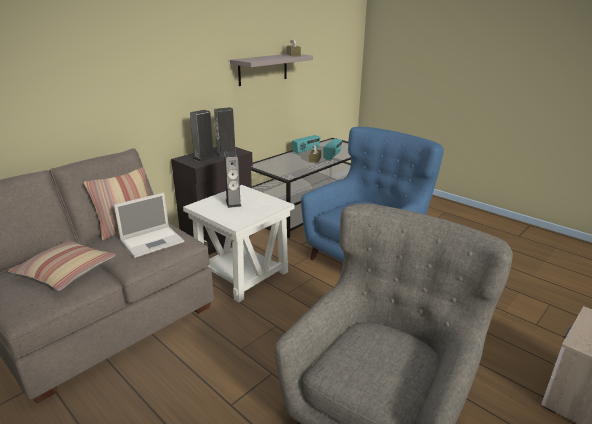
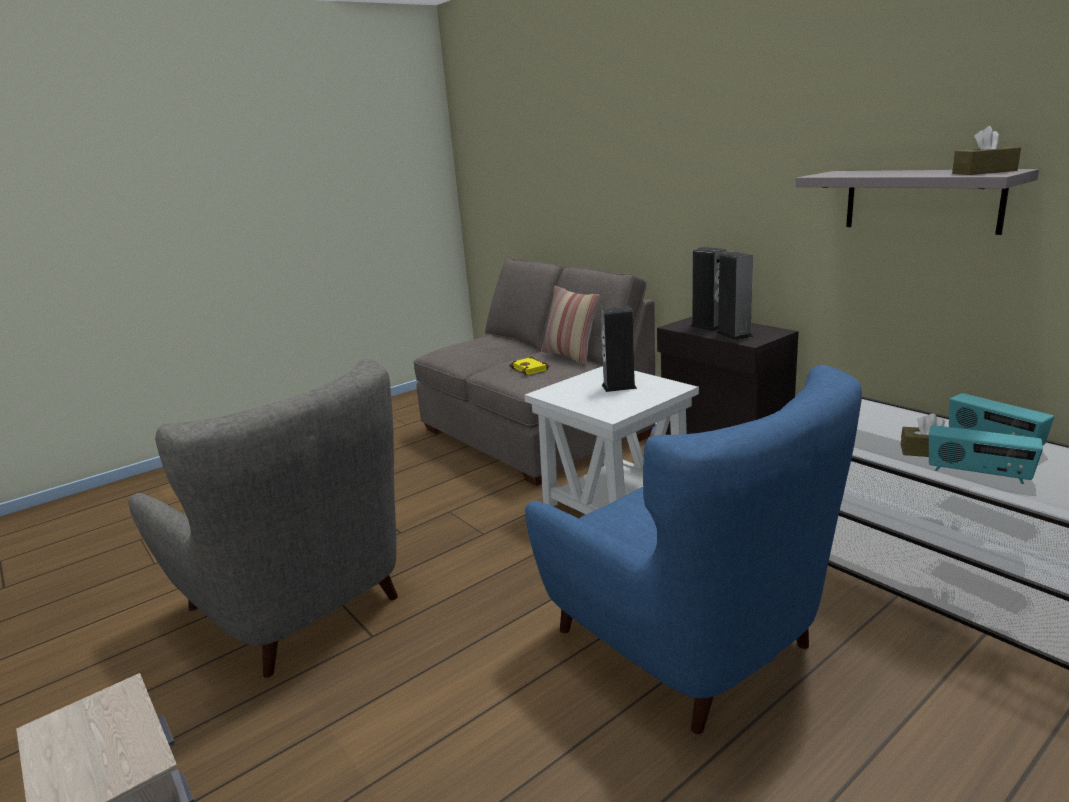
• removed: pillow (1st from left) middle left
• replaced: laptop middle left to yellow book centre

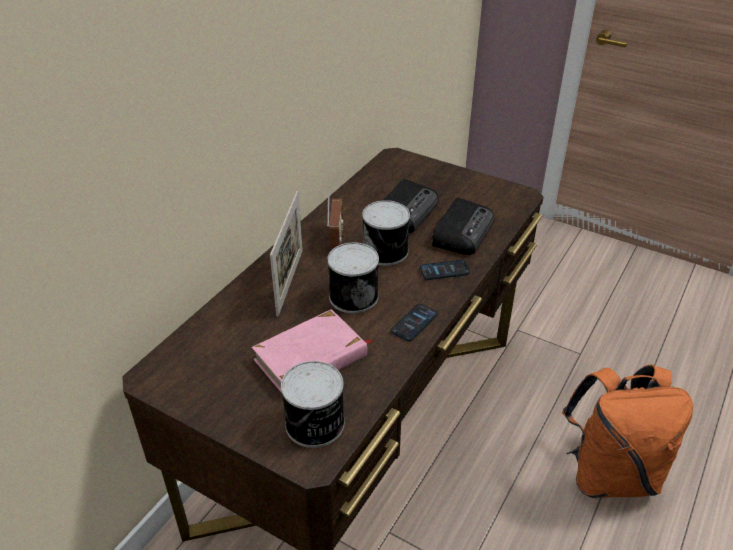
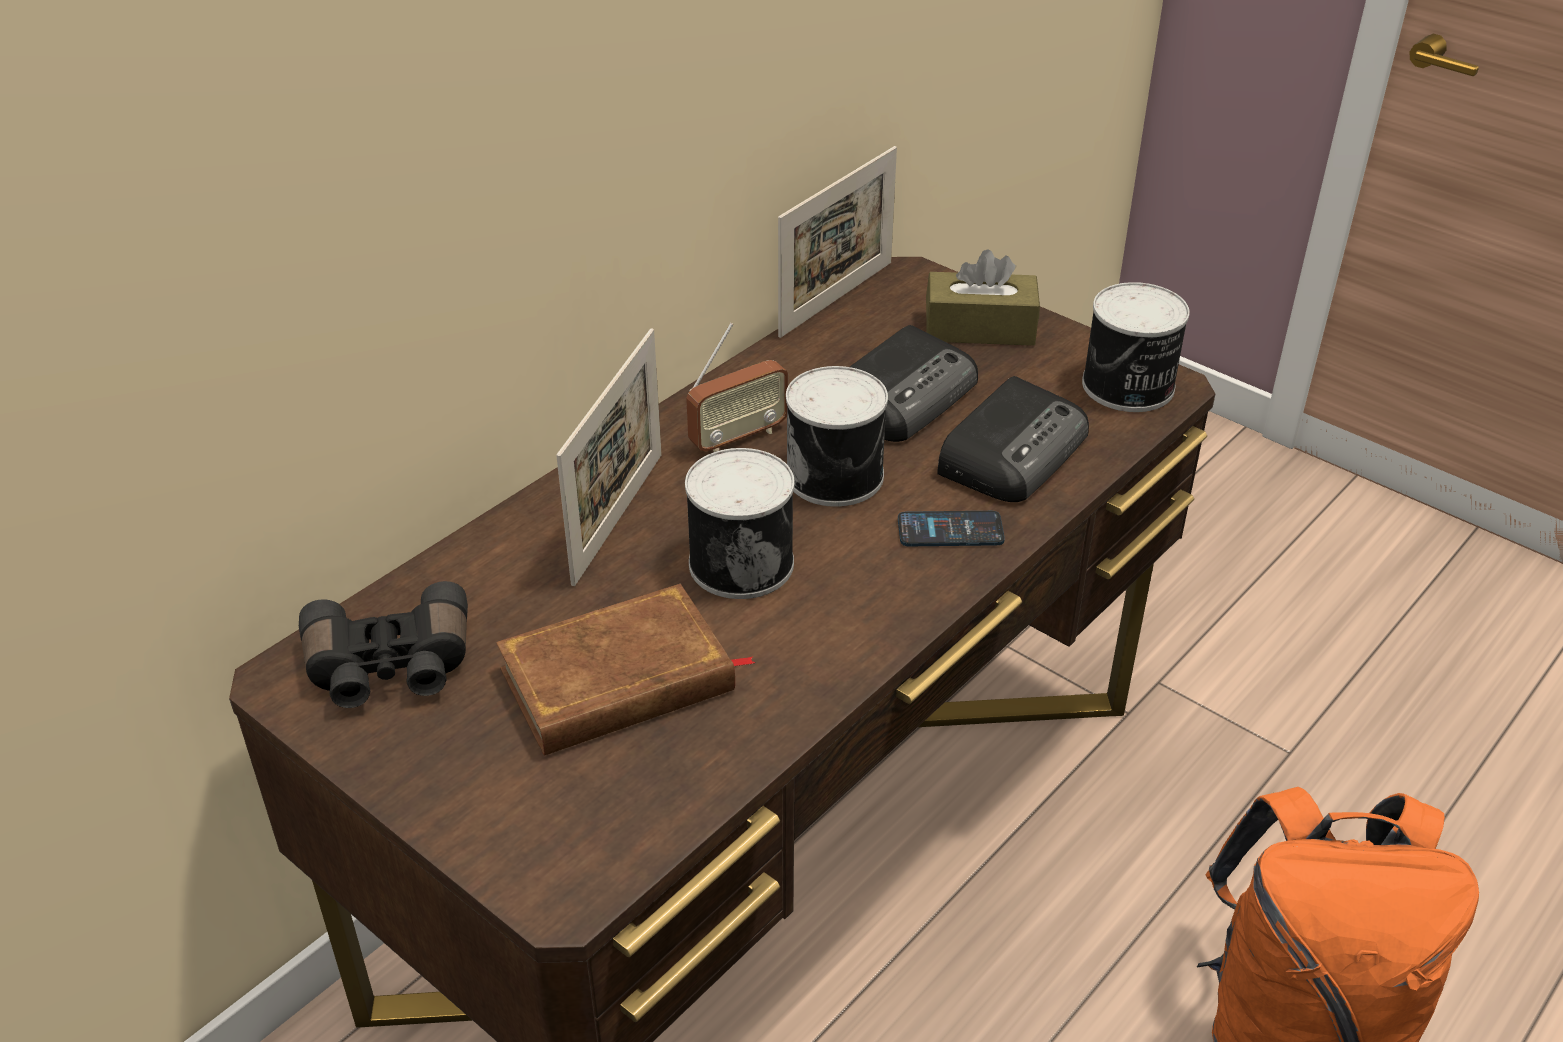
• removed: phone (1st from left) centre
• added: black binoculars middle left
• added: picture frame (2nd from left) top centre
• added: brown tissue box top centre
• moved: can (1st from left in the first image) bottom centre to can (3rd from left) top right
• recoloured: pink book centre to brown book centre
• turned: radio (1st from left) centre = centre 45 degrees clockwise

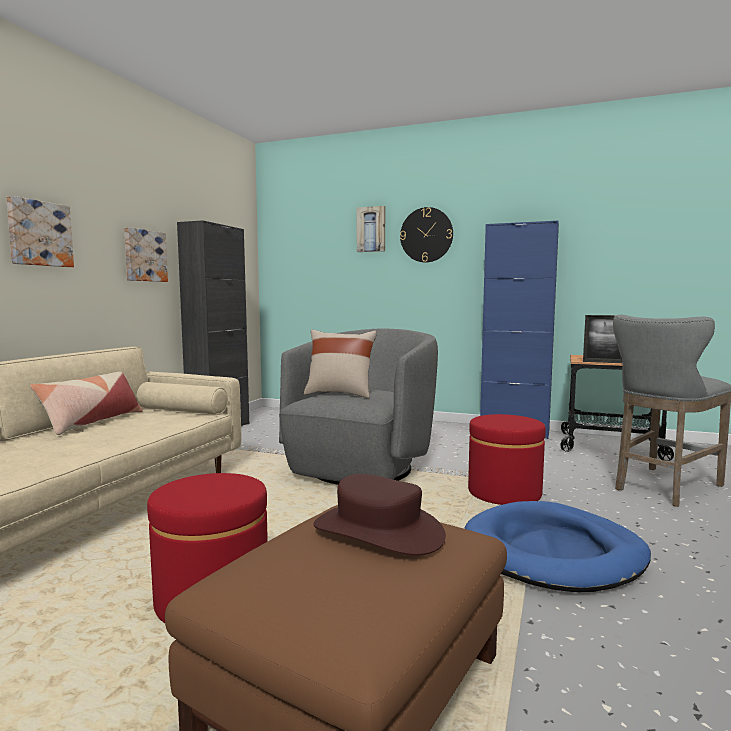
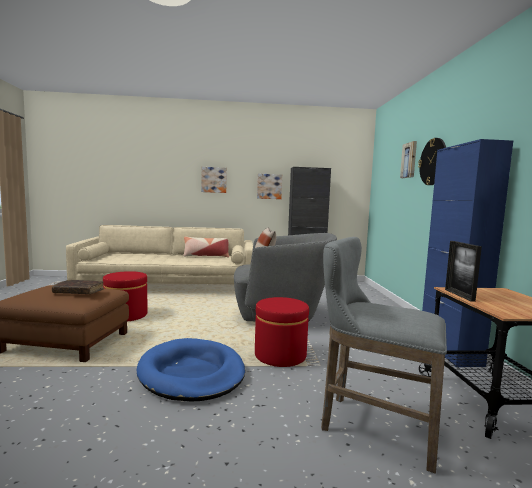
• replaced: brown hat bottom centre to brown book middle left

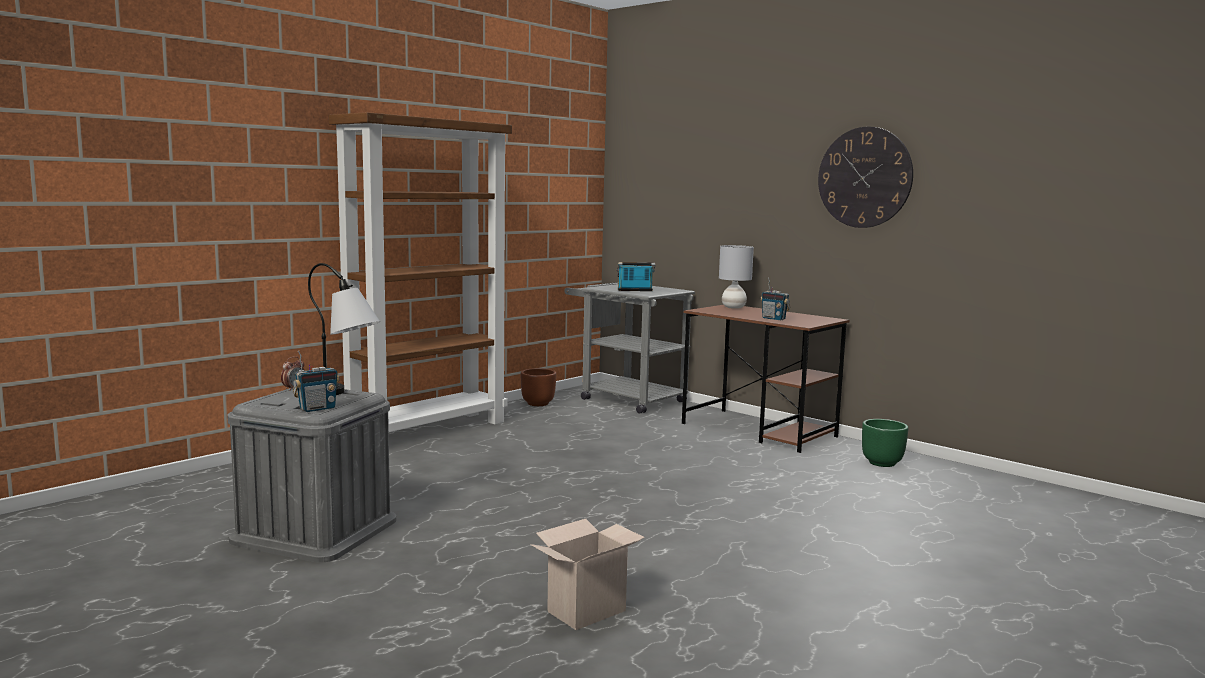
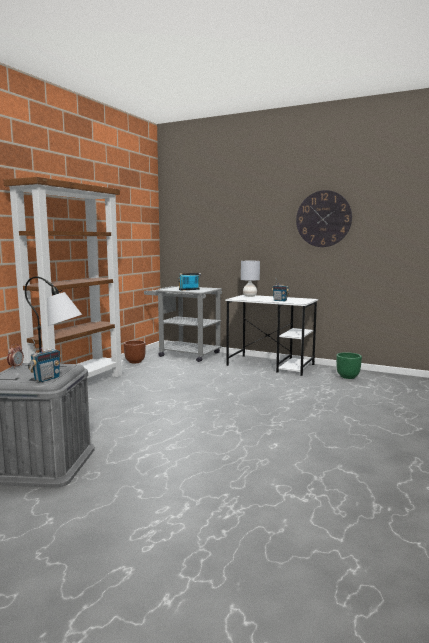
• removed: cardboard box bottom centre
• recoloured: brown desk centre to white desk centre

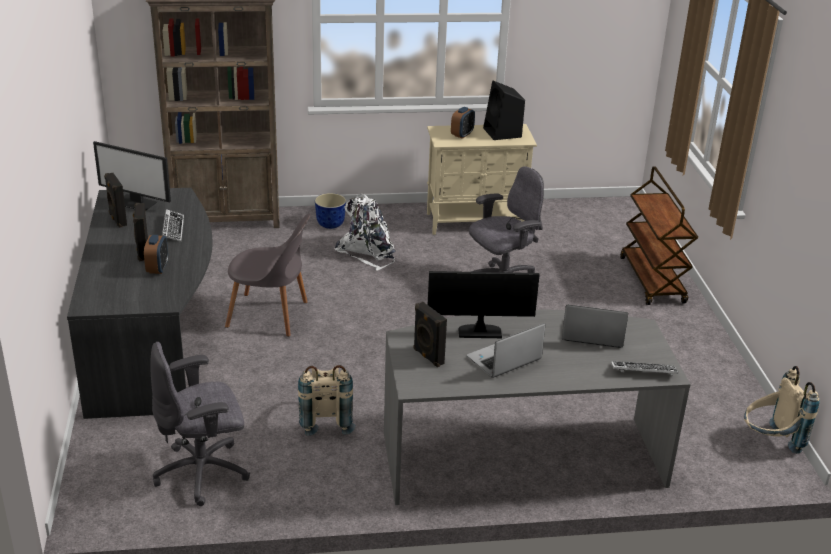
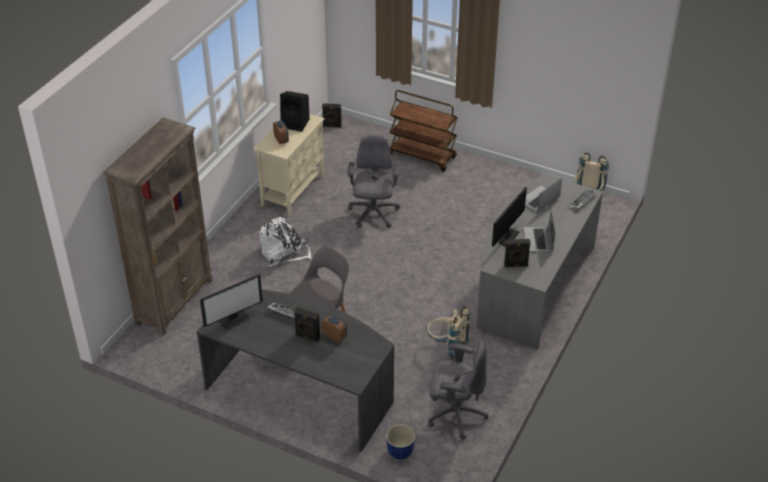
• moved: black speaker (1st from left in the first image) middle left to black speaker (3rd from left) top centre
• moved: planter centre to bottom centre
• turned: grey office chair (1st from left in the first image) bottom left = bottom centre 90 degrees counterclockwise

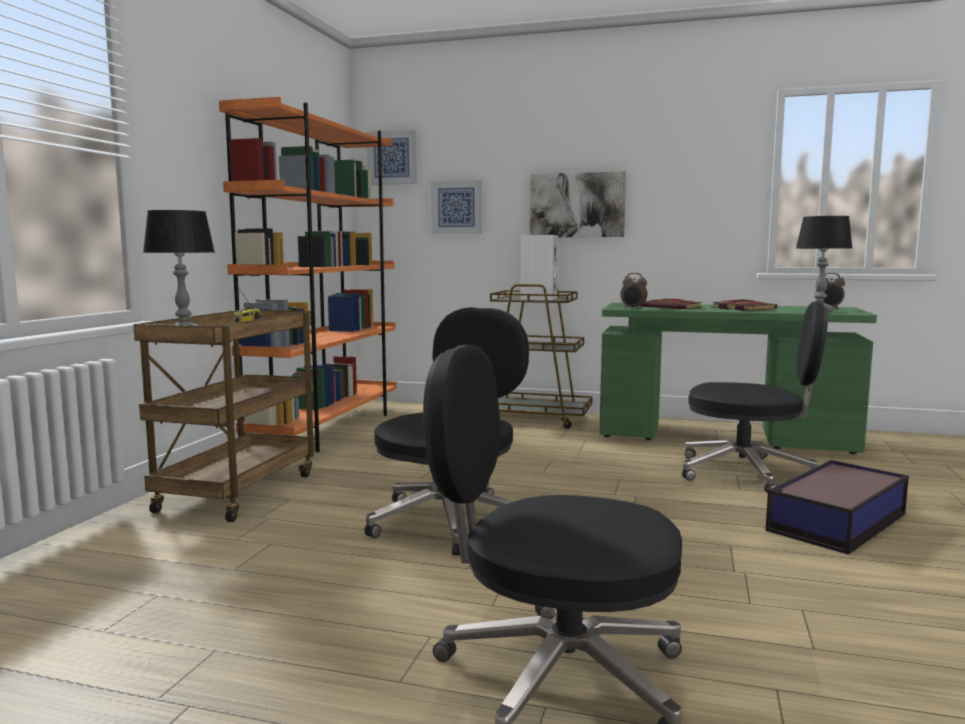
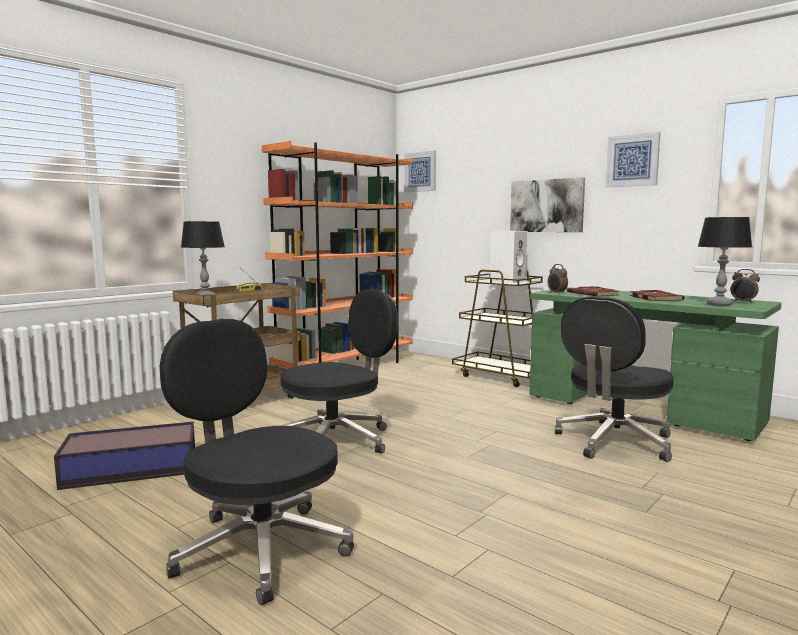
• moved: picture (2nd from left in the first image) top centre to picture (3rd from left) top right
• moved: storage box bottom right to bottom left
• turned: black office chair (3rd from left) middle right = middle right 90 degrees clockwise

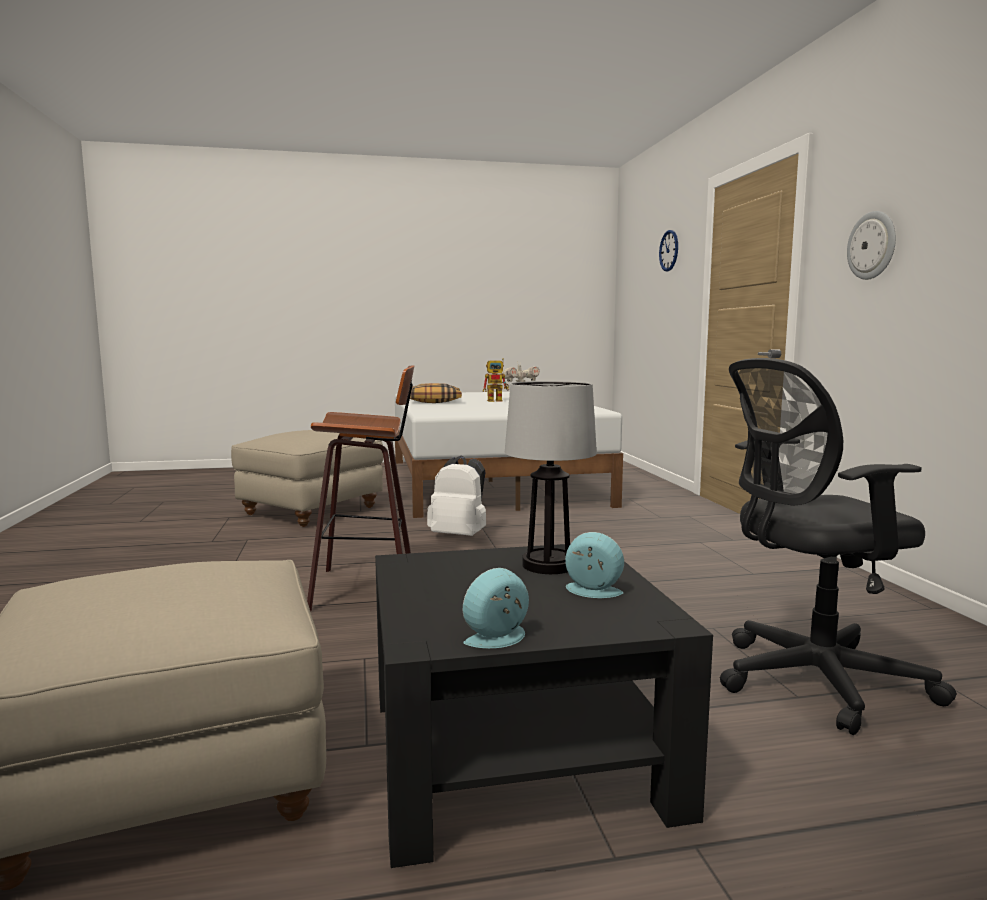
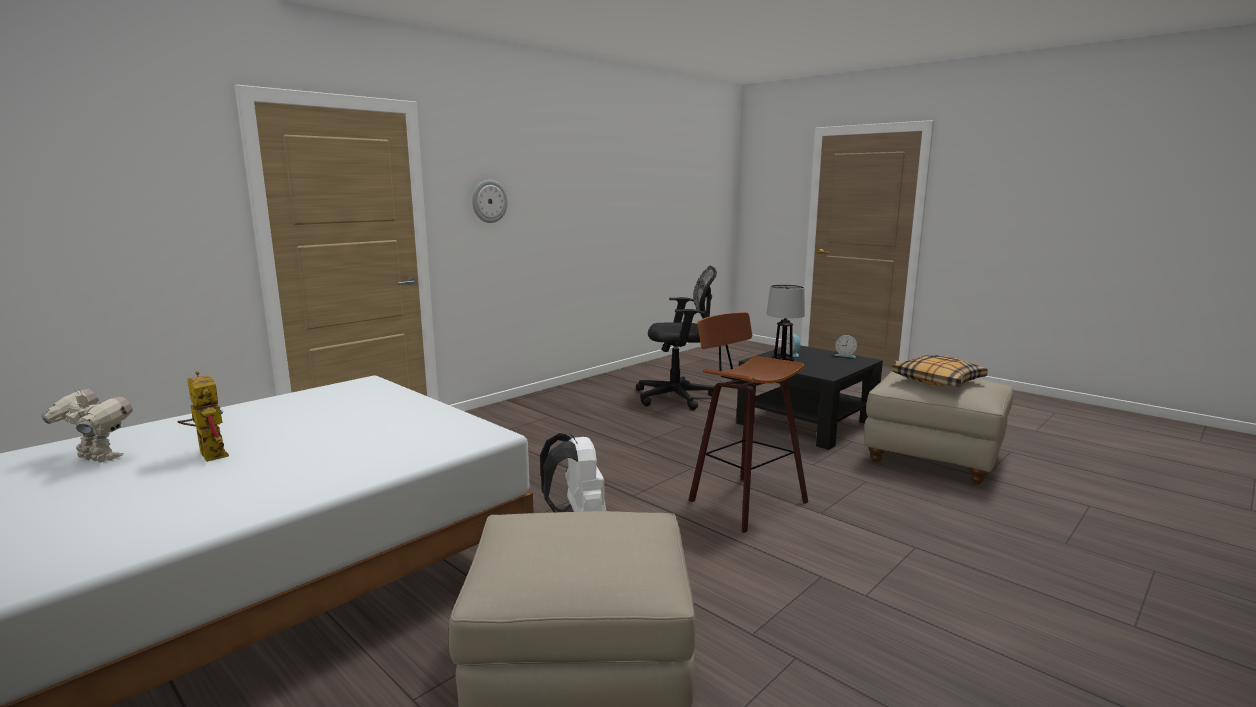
• removed: wall clock (1st from left) top right
• moved: pillow centre to middle right
• turned: black office chair middle right = centre 45 degrees counterclockwise

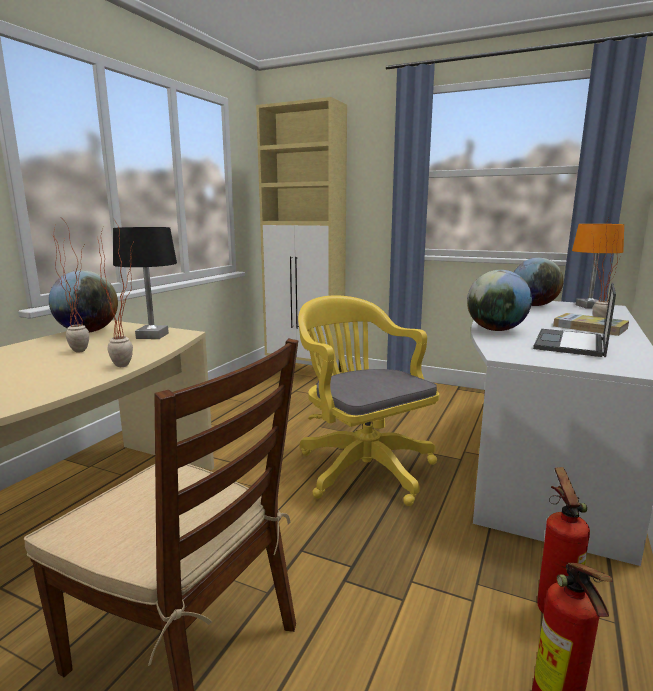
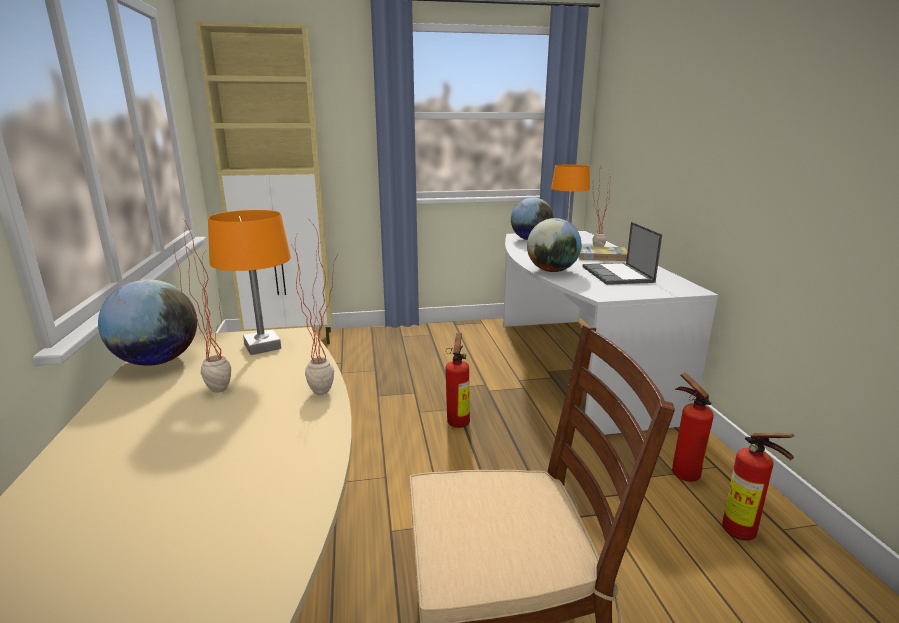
• replaced: yellow office chair centre to fire extinguisher (1st from left) centre
• recoloured: black table lamp middle left to orange table lamp (1st from left) middle left

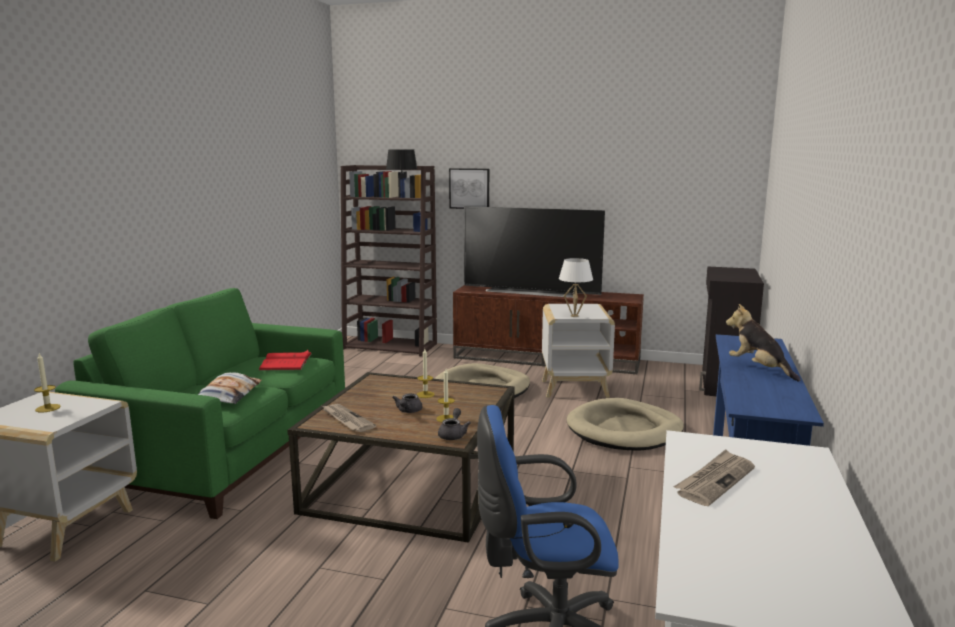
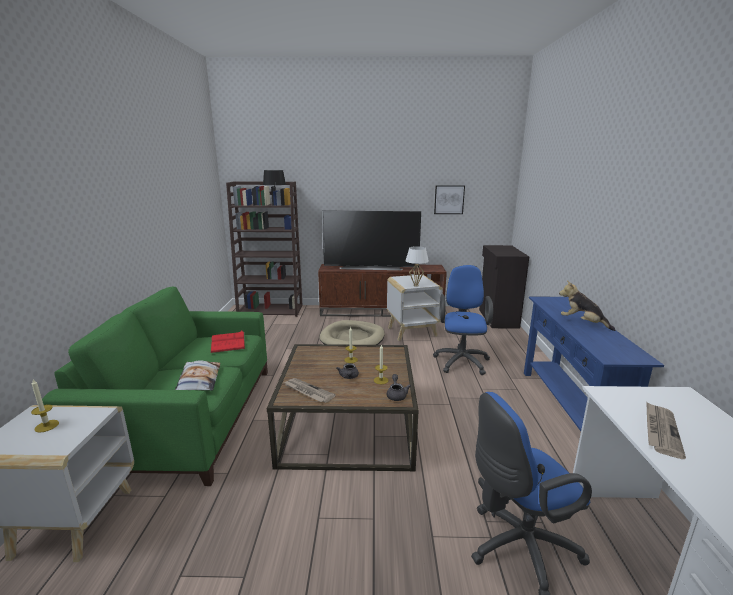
• moved: picture top centre to centre
• replaced: beige dog bed (2nd from left) bottom centre to blue office chair (1st from left) centre

